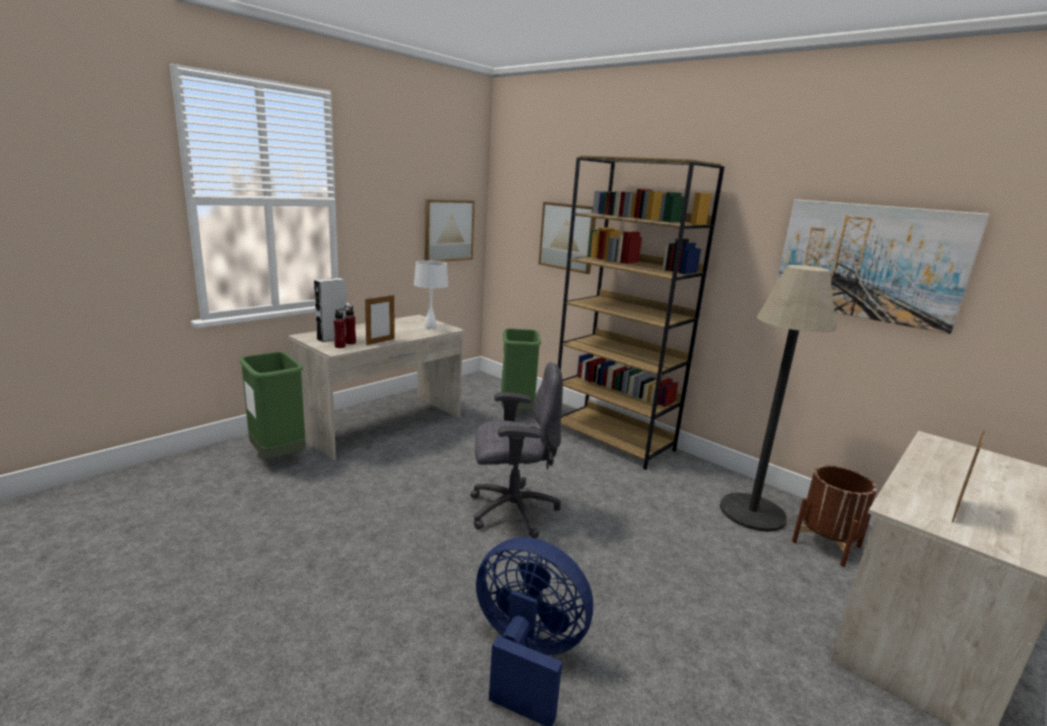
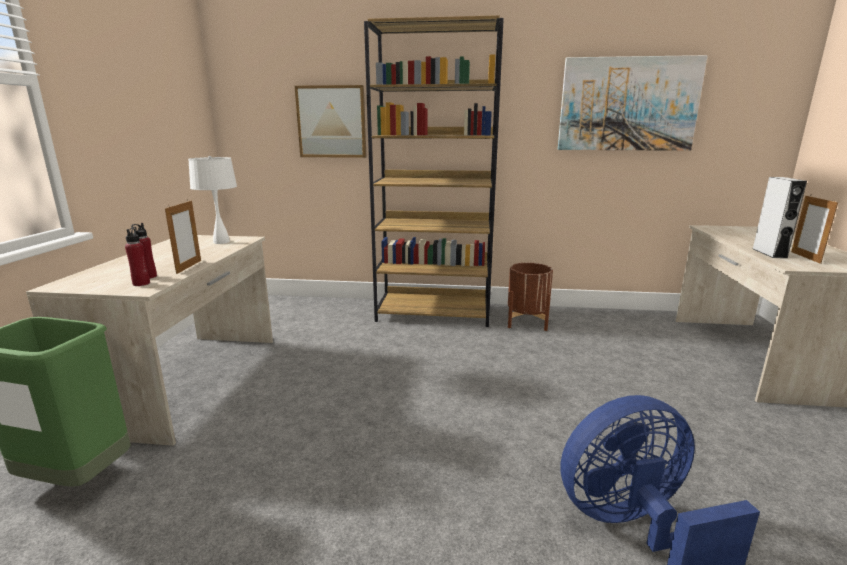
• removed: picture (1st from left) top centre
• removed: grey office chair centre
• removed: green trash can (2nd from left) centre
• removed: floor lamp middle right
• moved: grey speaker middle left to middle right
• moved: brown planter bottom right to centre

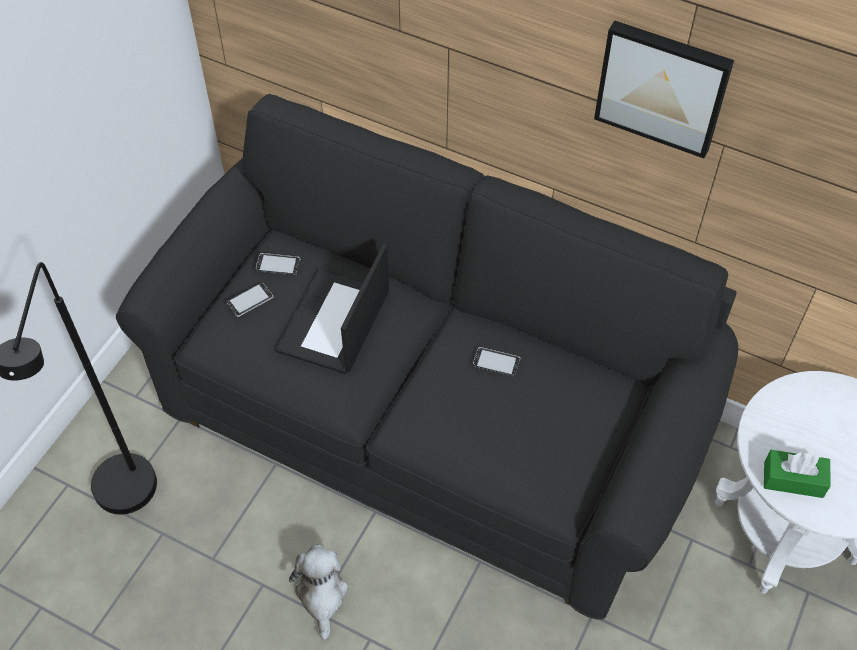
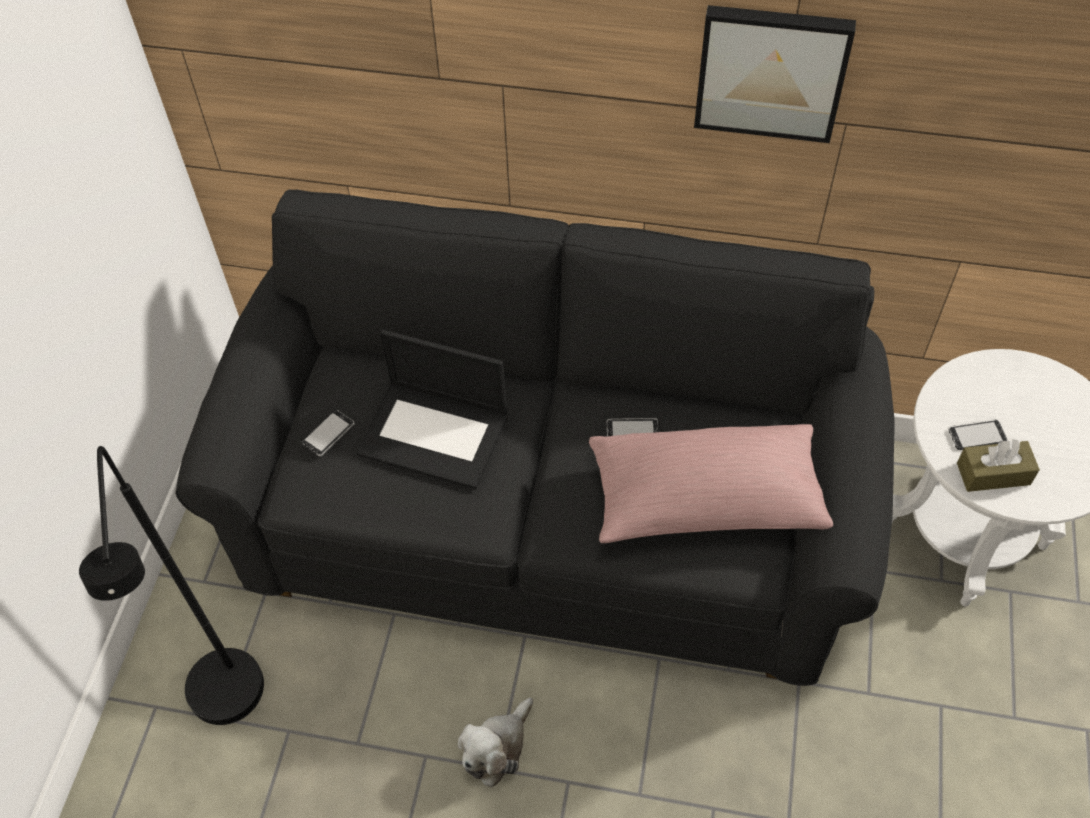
• added: pink pillow centre
• moved: phone (2nd from left in the first image) middle left to phone (3rd from left) middle right
• recoloured: green tissue box bottom right to brown tissue box middle right
• turned: laptop centre = centre 75 degrees counterclockwise
• turned: plush toy bottom centre = bottom centre 120 degrees counterclockwise

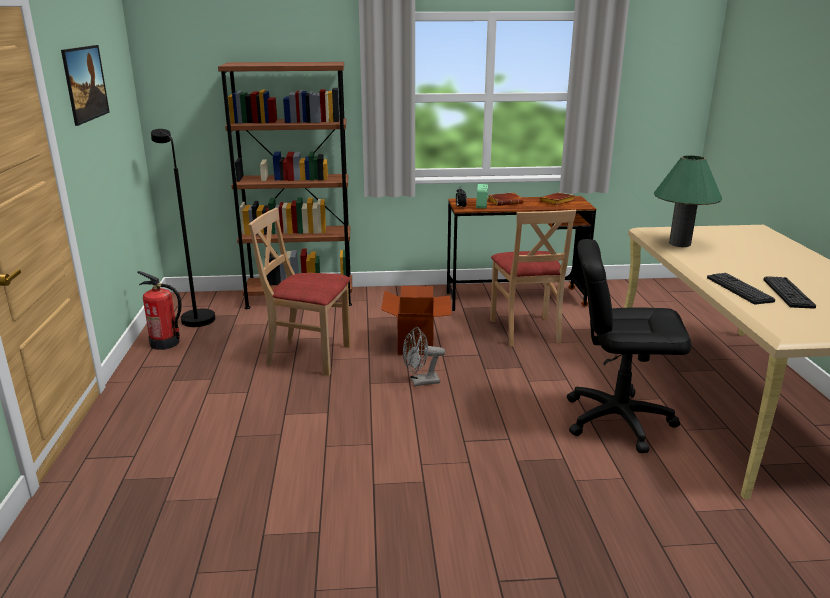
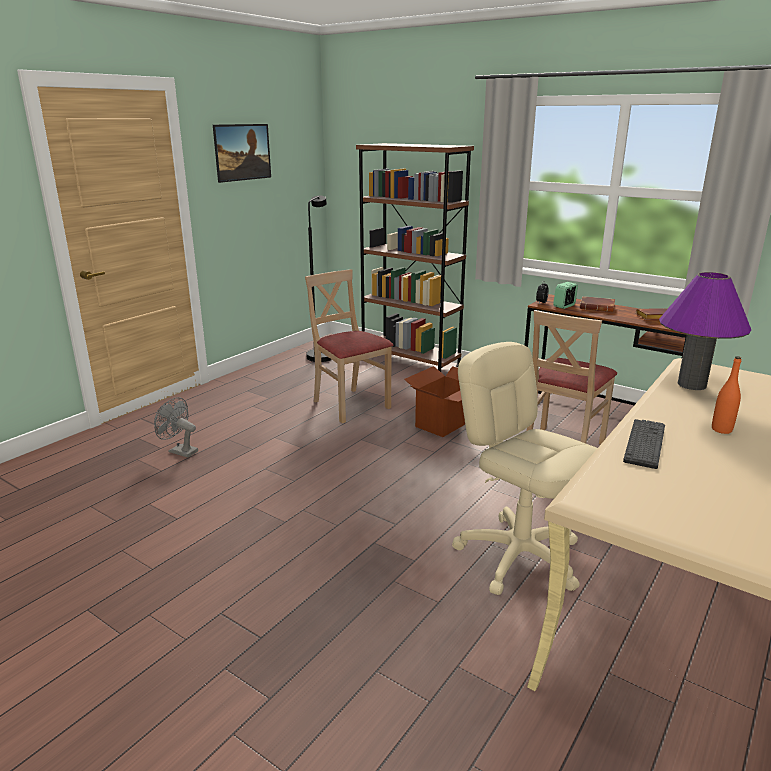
• removed: fire extinguisher middle left
• removed: keyboard (2nd from left) middle right
• added: orange bottle middle right
• moved: grey fan centre to middle left
• recoloured: black office chair middle right to beige office chair middle right
• recoloured: green table lamp middle right to purple table lamp middle right

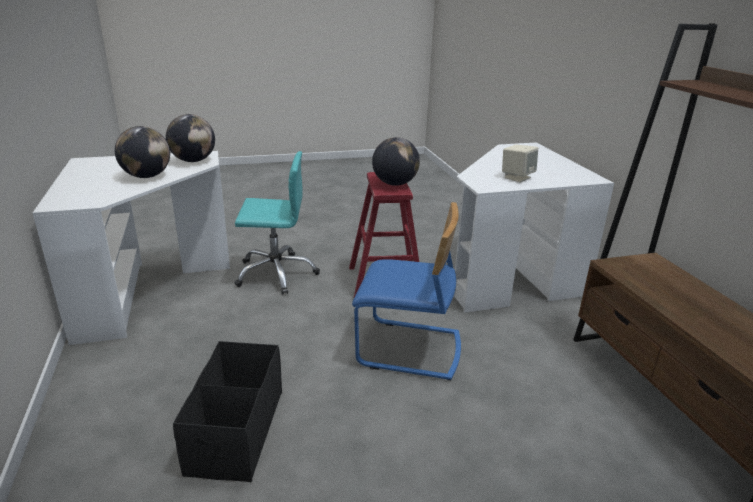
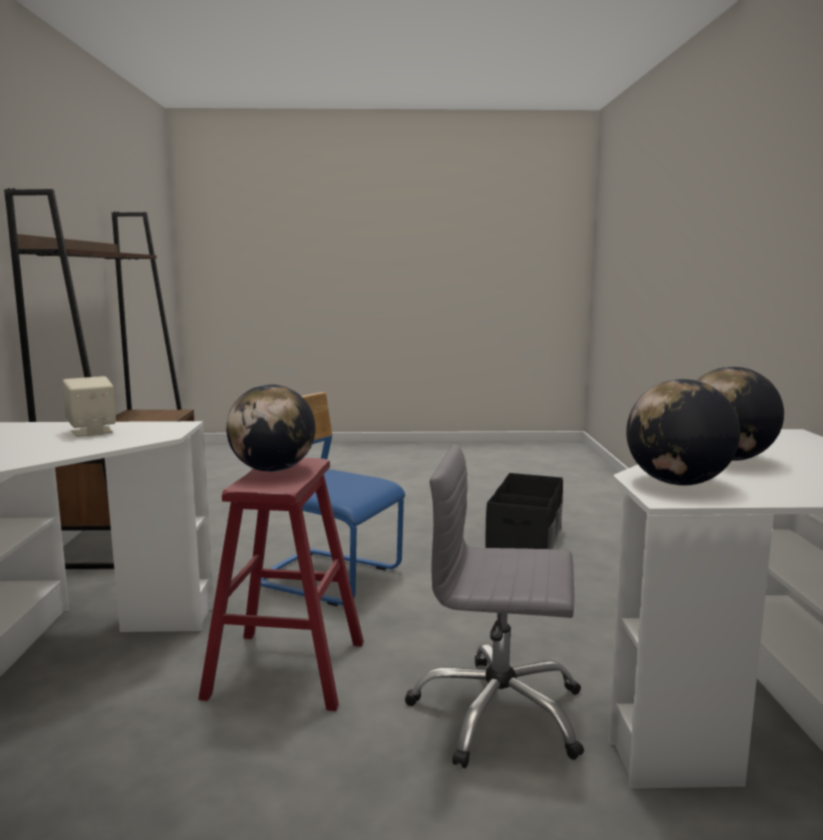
• recoloured: turquoise office chair centre to grey office chair bottom centre

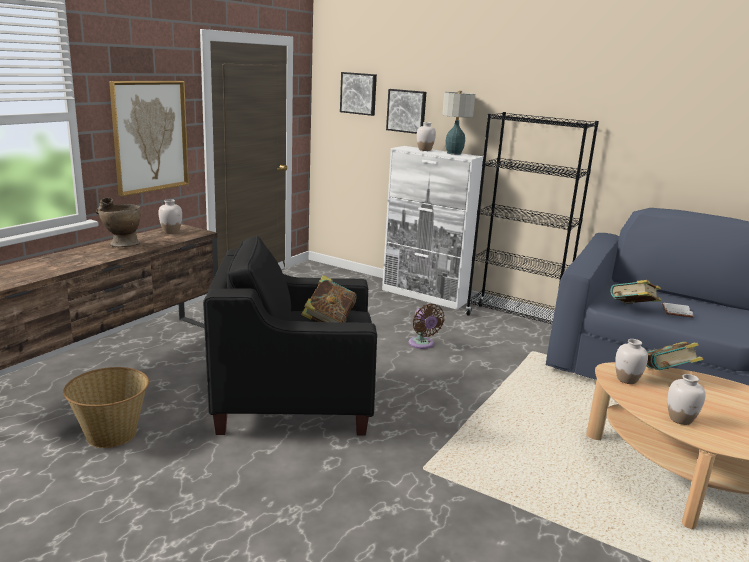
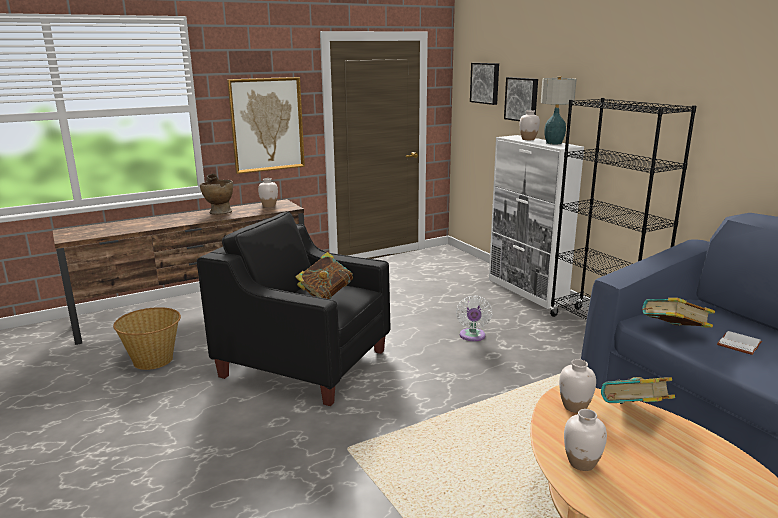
• recoloured: brown fan centre to white fan centre

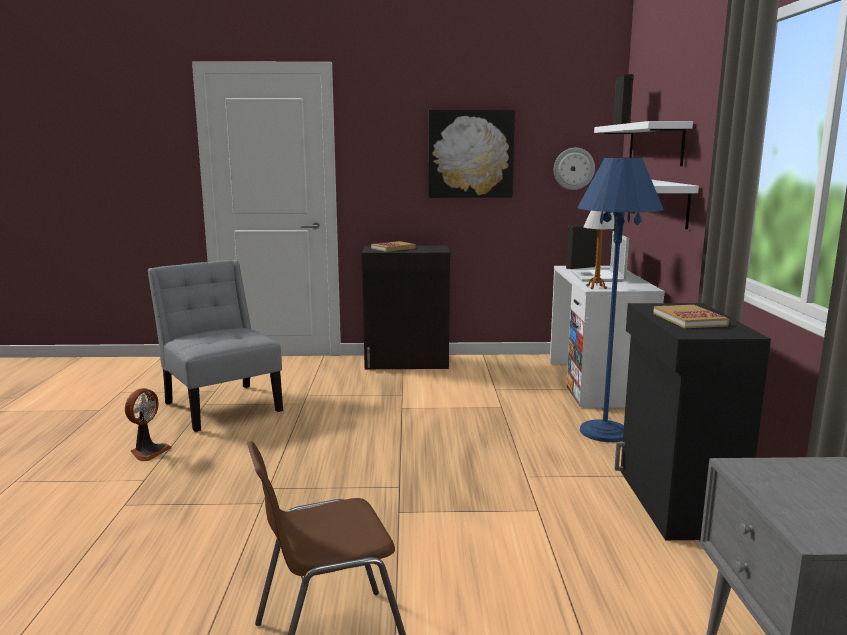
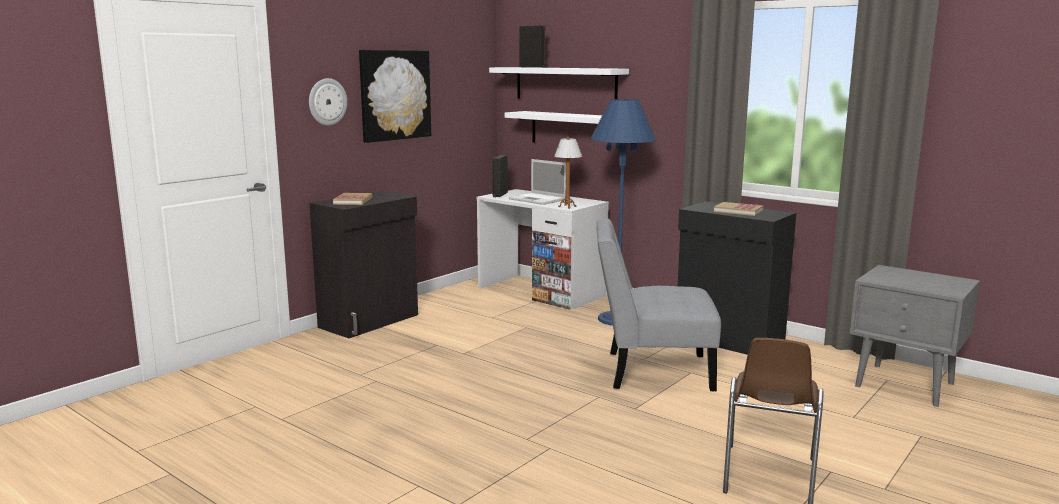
• removed: fan bottom left
• moved: grey chair middle left to centre
• moved: wall clock top right to top left

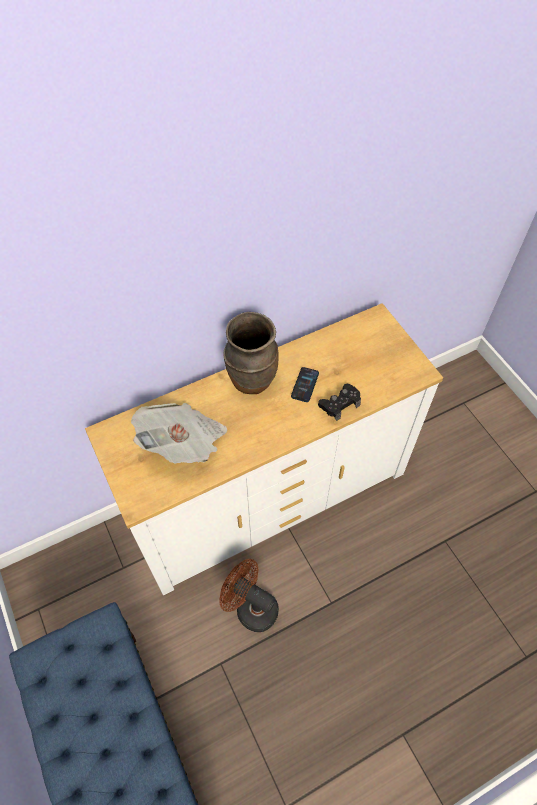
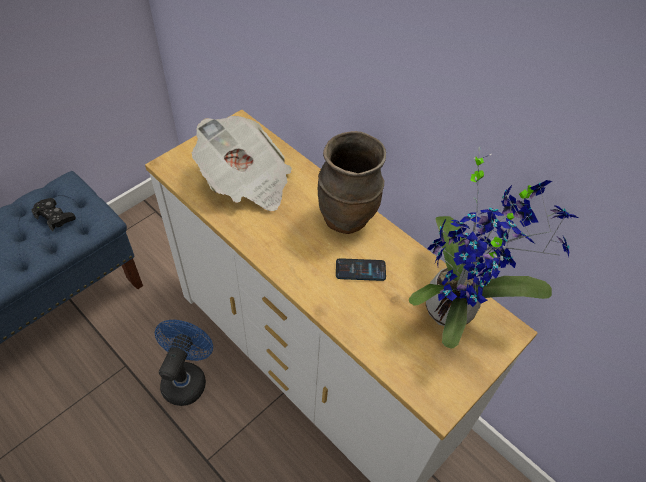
• added: potted plant middle right
• moved: black game controller centre to middle left
• recoloured: brown fan bottom centre to blue fan bottom left

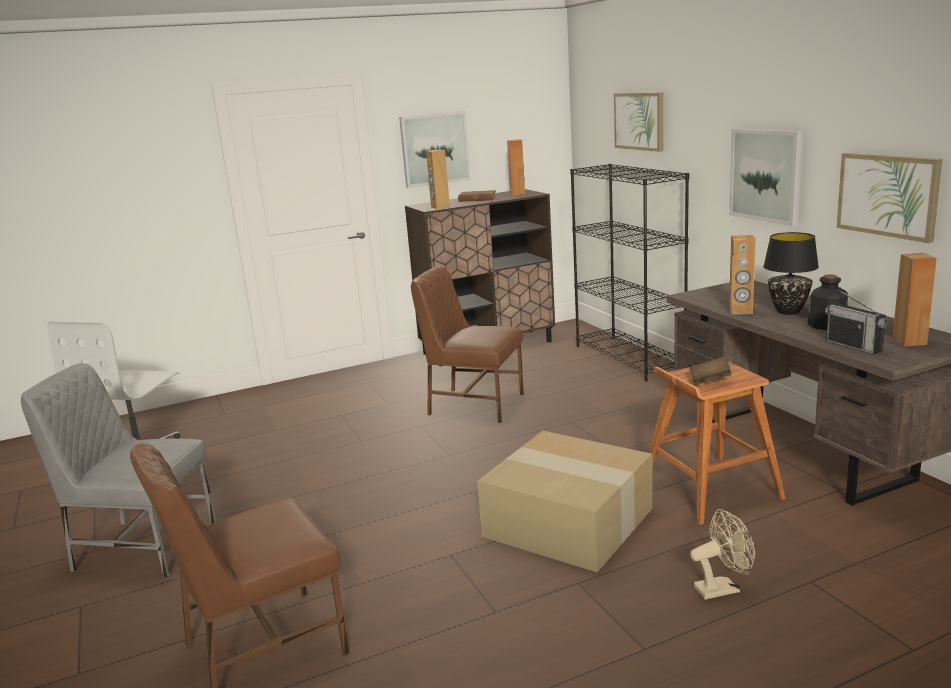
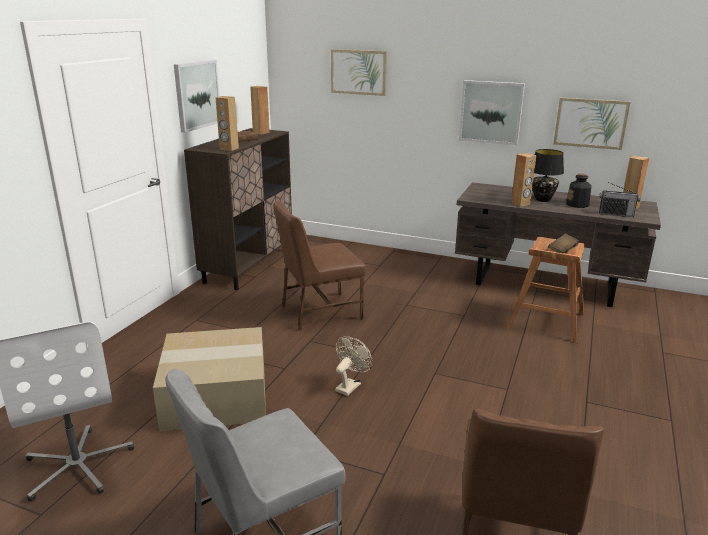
• removed: black bookcase centre
• moved: cardboard box bottom centre to bottom left
• moved: beige fan bottom right to bottom centre

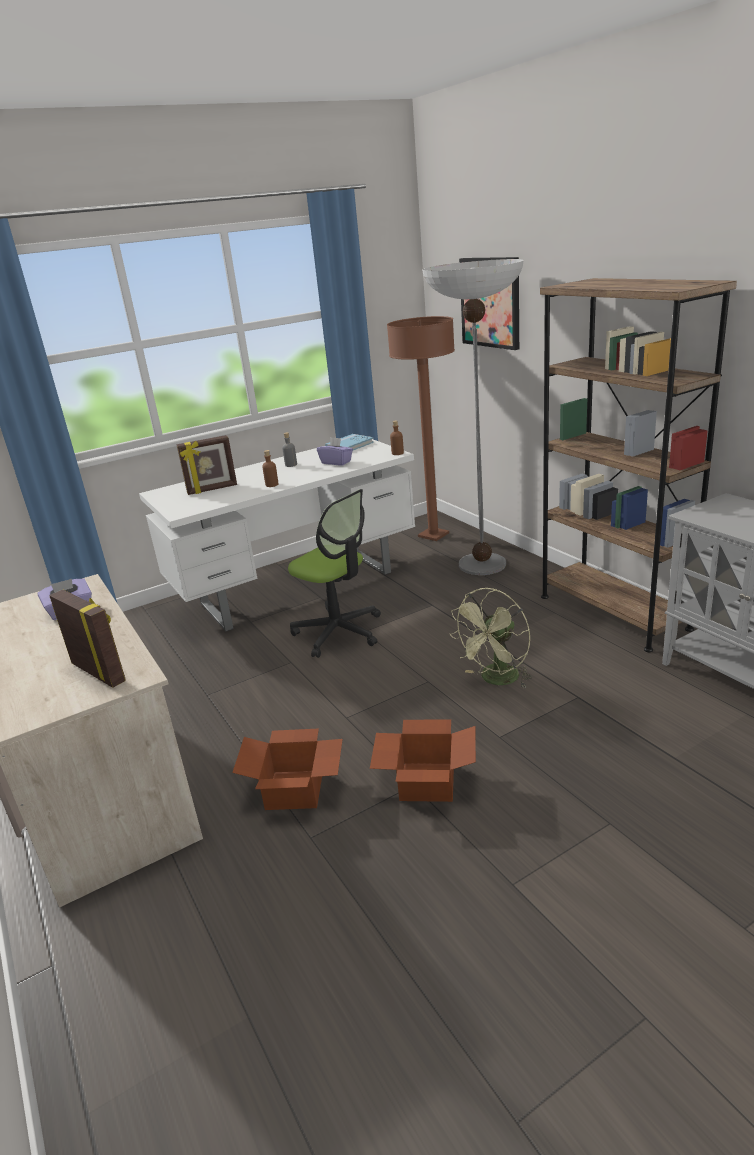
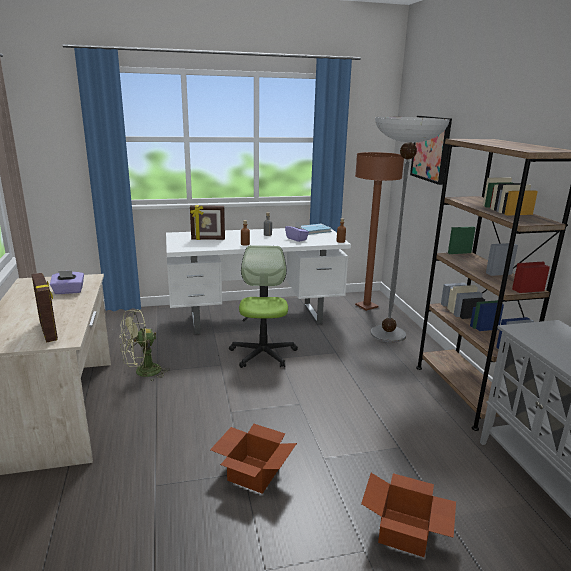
• moved: cardboard box (1st from left in the first image) centre to cardboard box (2nd from left) bottom right
• moved: green fan centre to middle left
• turned: office chair centre = centre 150 degrees counterclockwise

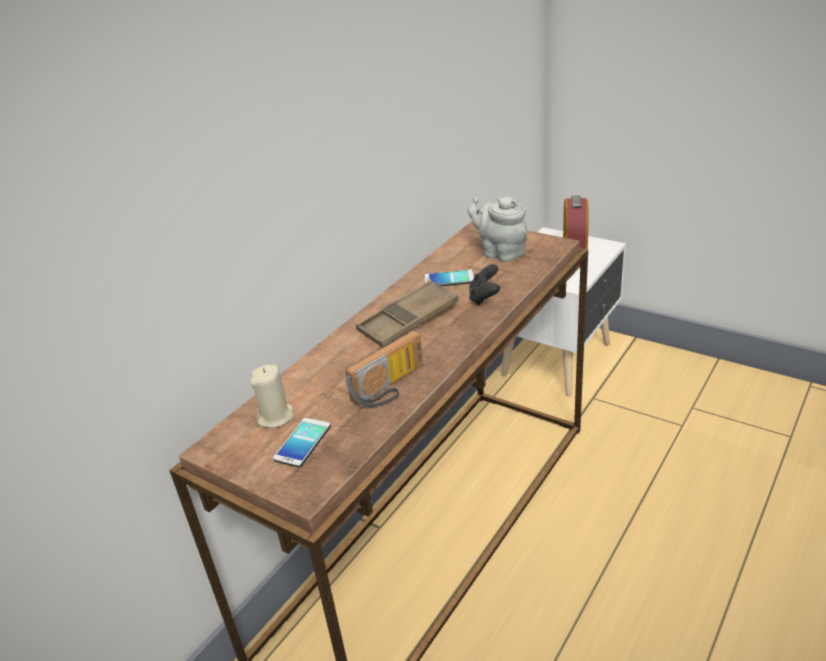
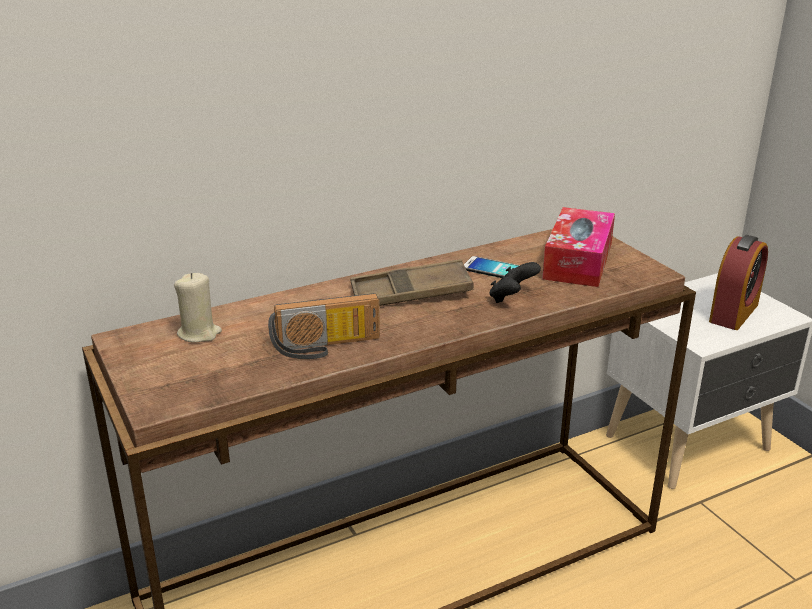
• removed: phone (1st from left) bottom centre
• replaced: grey teapot centre to tissue box middle right

